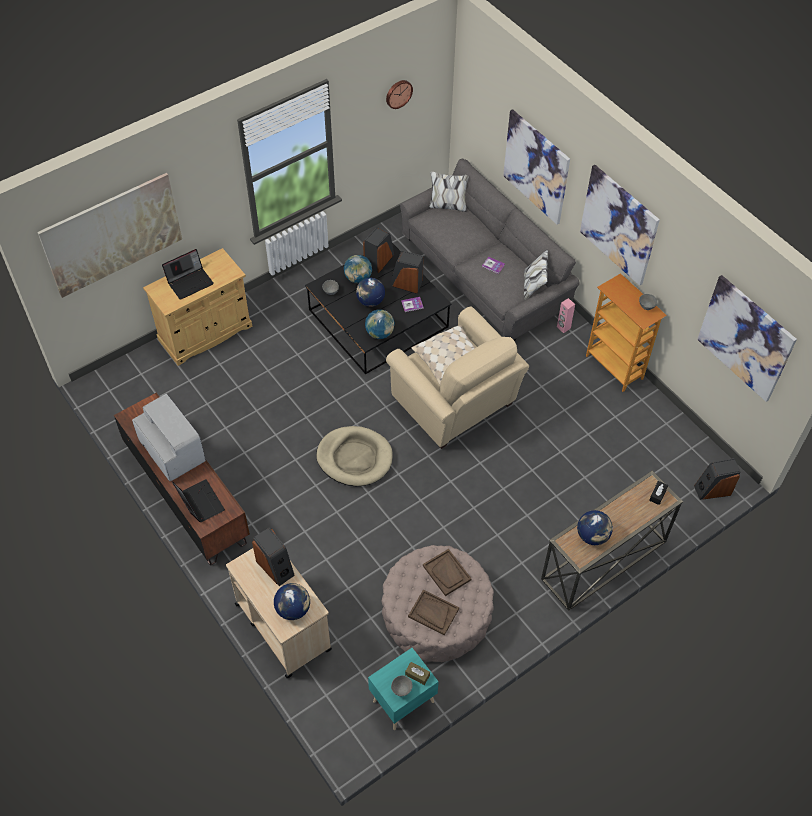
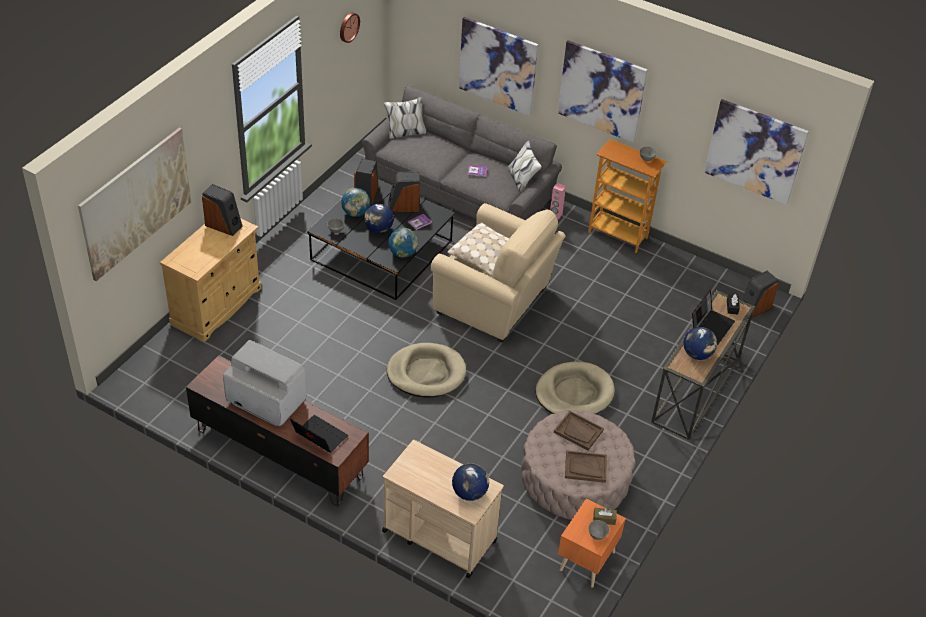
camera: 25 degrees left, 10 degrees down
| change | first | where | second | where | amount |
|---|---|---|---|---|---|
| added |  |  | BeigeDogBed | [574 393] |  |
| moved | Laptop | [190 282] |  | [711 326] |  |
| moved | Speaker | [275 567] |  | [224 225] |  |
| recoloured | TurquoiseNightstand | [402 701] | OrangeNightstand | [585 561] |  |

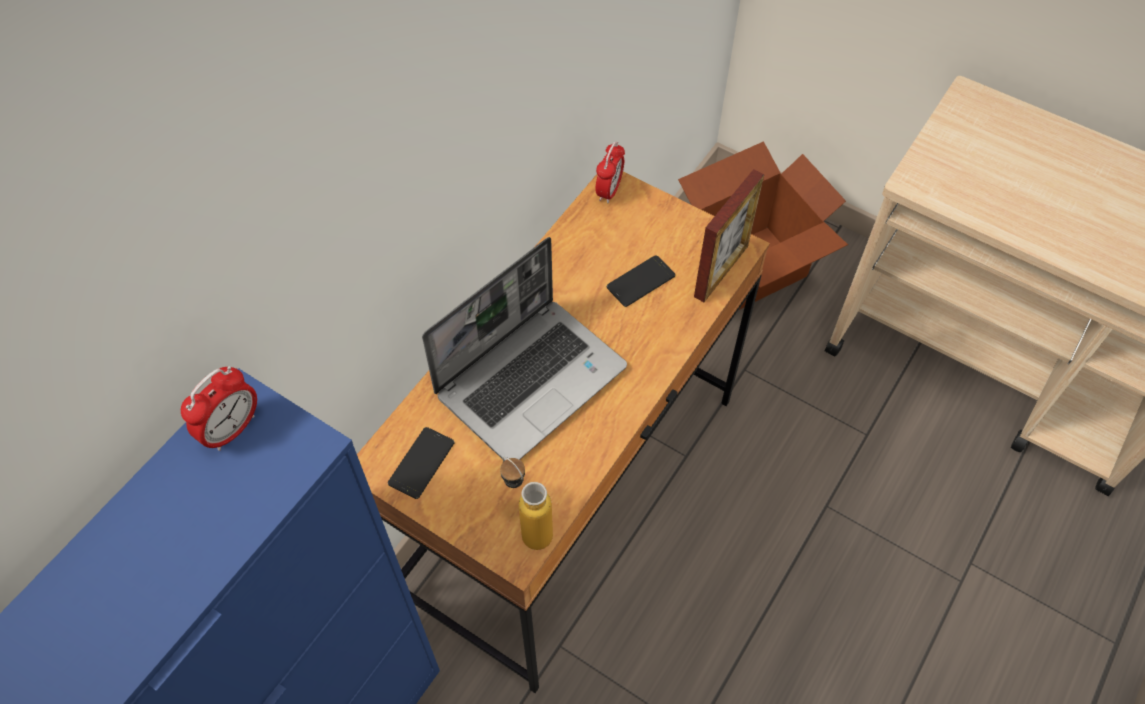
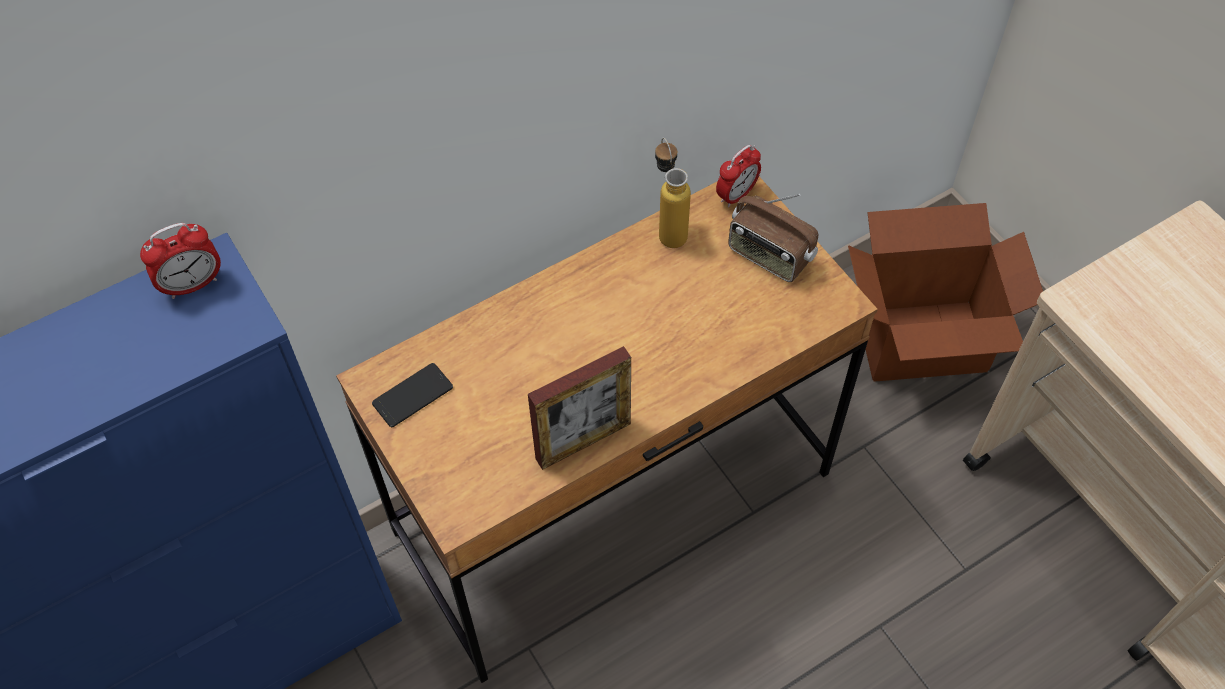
camera: 25 degrees right, 0 degrees up
| change | first | where | second | where | amount |
|---|---|---|---|---|---|
| removed | Laptop | [531 379] |  |  |  |
| removed | Phone | [641 281] |  |  |  |
| added |  |  | Radio | [769 256] |  |
| moved | Bottle | [528 527] |  | [668 229] |  |
| moved | PictureFrame | [721 271] |  | [583 441] |  |

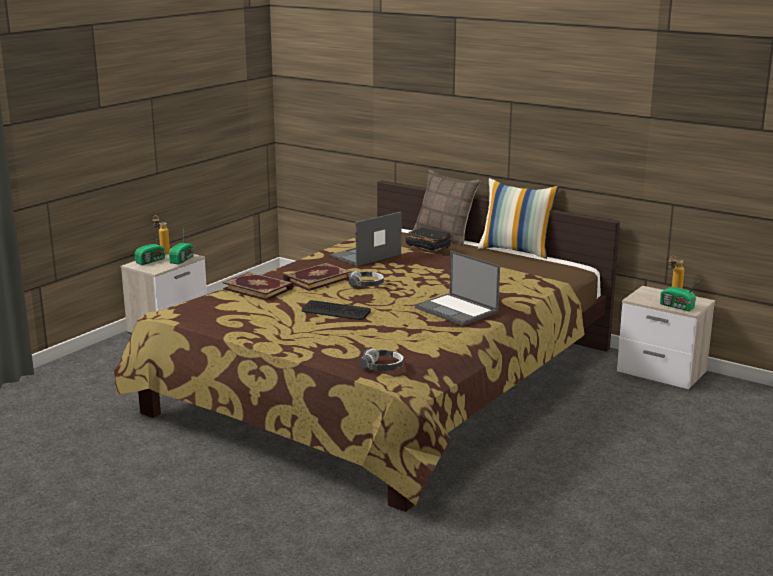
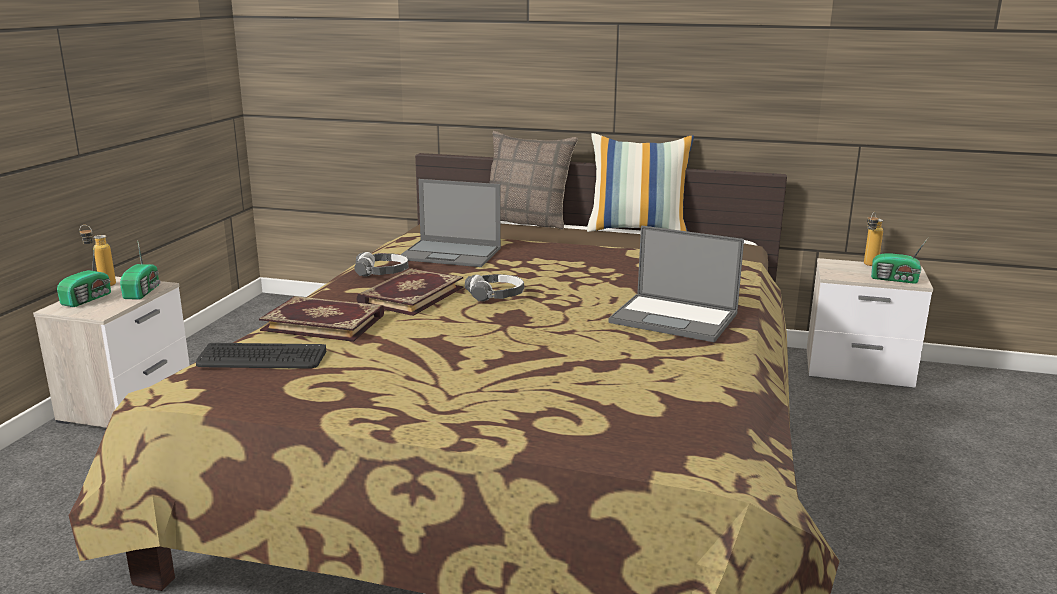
camera: 20 degrees left, 0 degrees up
| change | first | where | second | where | amount |
|---|---|---|---|---|---|
| removed | BlackBook | [428 247] |  |  |  |
| moved | Keyboard | [335 311] |  | [261 358] |  |
| moved | Headphones | [382 367] |  | [382 272] |  |
| turned | Laptop | [365 255] |  | [451 254] | 105 degrees counterclockwise |

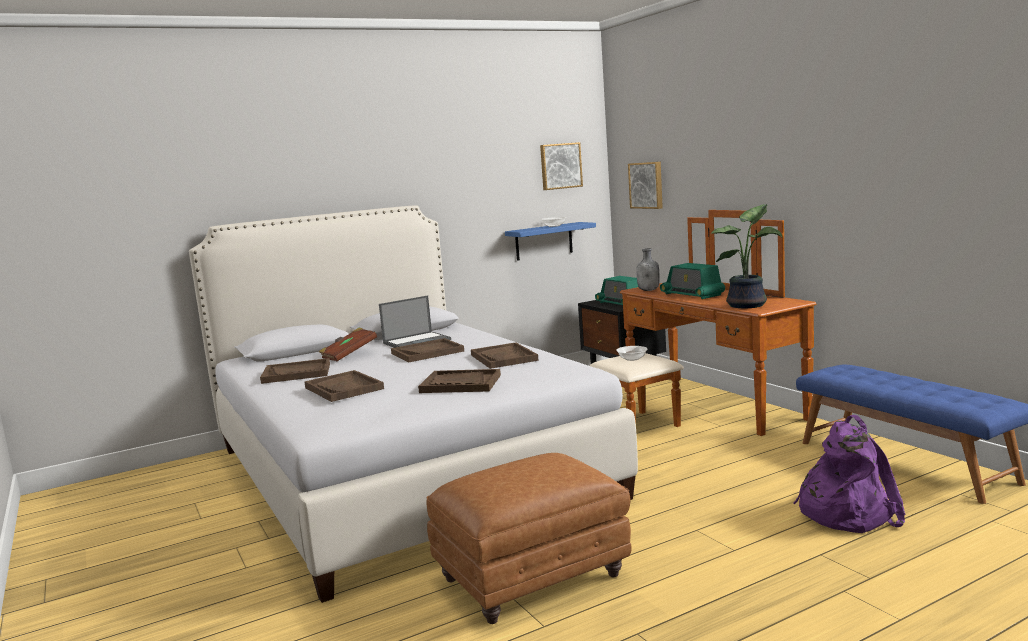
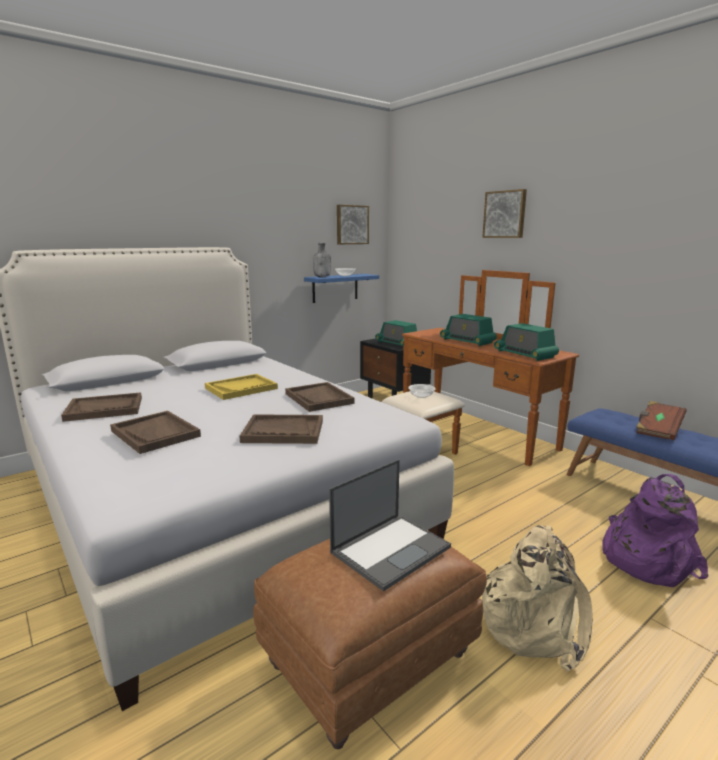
camera: 10 degrees left, 5 degrees up
| change | first | where | second | where | amount |
|---|---|---|---|---|---|
| added |  |  | BeigeBackpack | [535 623] |  |
| moved | BrownBook | [349 355] |  | [658 430] |  |
| moved | Laptop | [417 341] |  | [391 549] |  |
| moved | Picture | [647 185] |  | [505 214] |  |
| moved | GreyBottle | [649 290] |  | [322 277] |  |
| replaced | PottedPlant | [749 305] | Radio | [525 354] |  |
| recoloured | BrownTray | [427 352] | YellowTray | [241 388] |  |

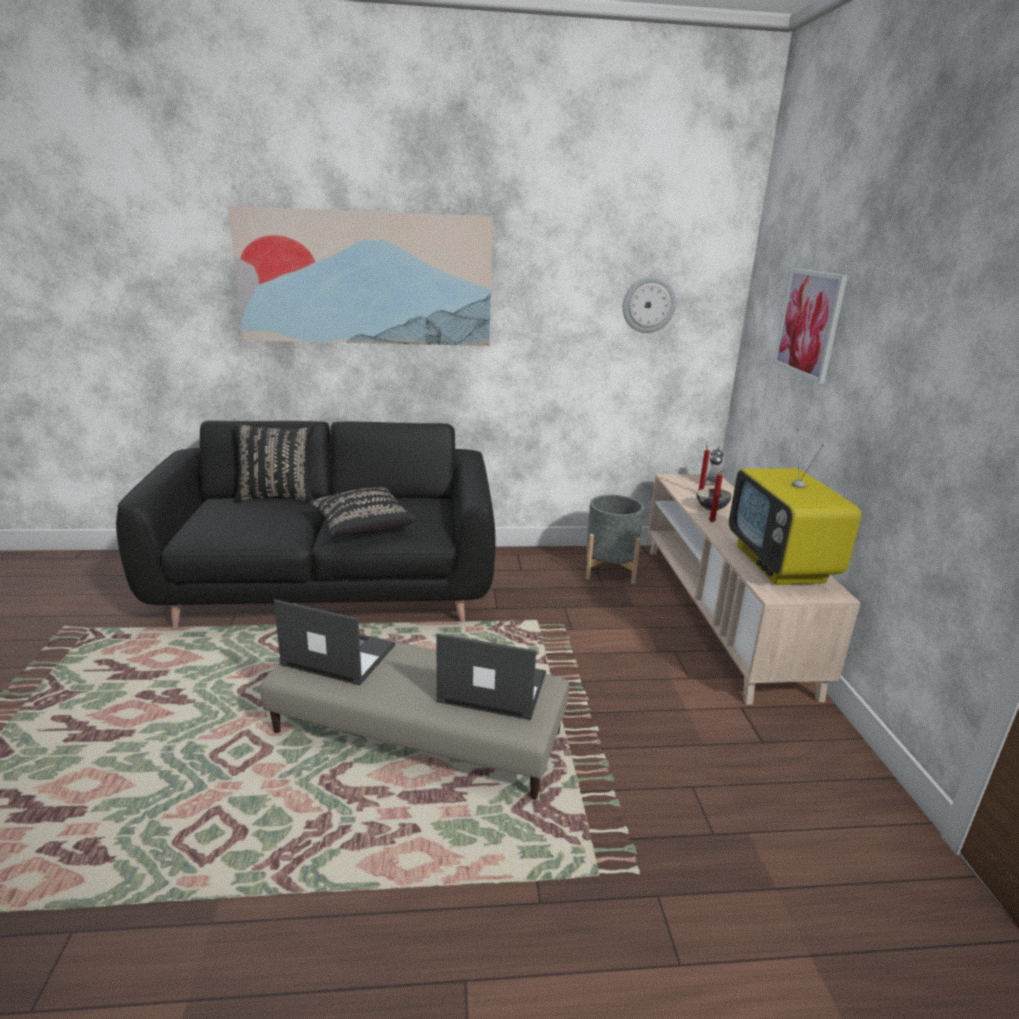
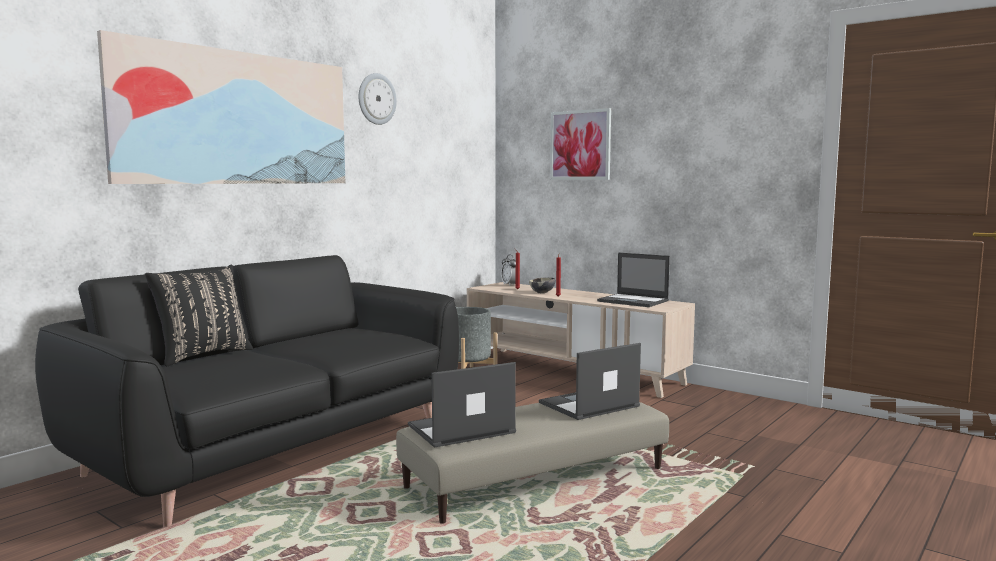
camera: 45 degrees left, 15 degrees down
| change | first | where | second | where | amount |
|---|---|---|---|---|---|
| removed | BlackPillow | [362 527] |  |  |  |
| moved | WallClock | [648 304] |  | [376 99] |  |
| replaced | Television | [781 565] | Laptop | [633 301] |  |

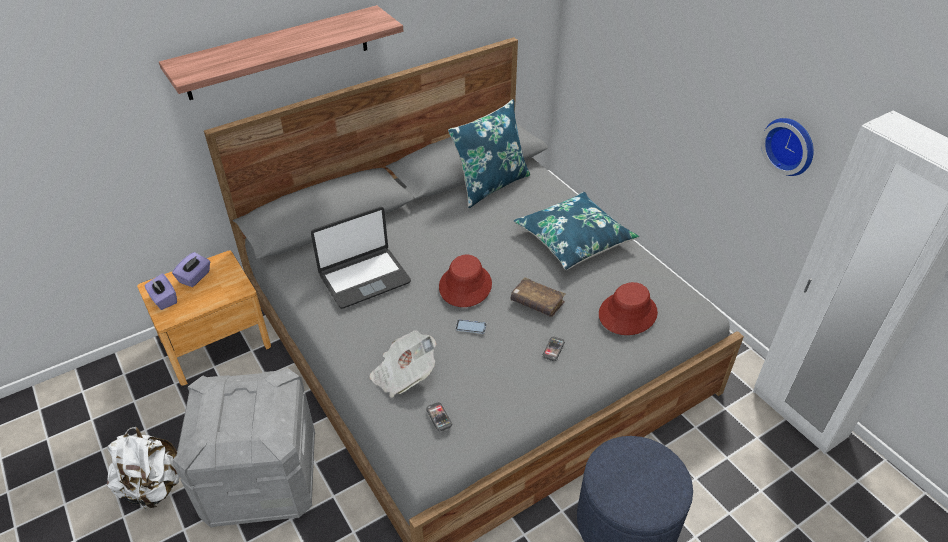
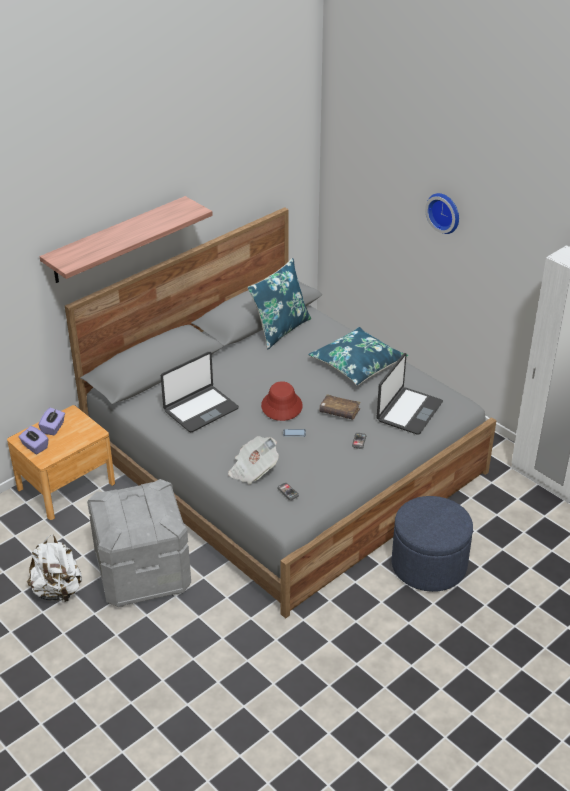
camera: 10 degrees left, 5 degrees down
| change | first | where | second | where | amount |
|---|---|---|---|---|---|
| moved | WallClock | [790 145] |  | [445 212] |  |
| replaced | RedHat | [627 313] | Laptop | [408 411] |  |

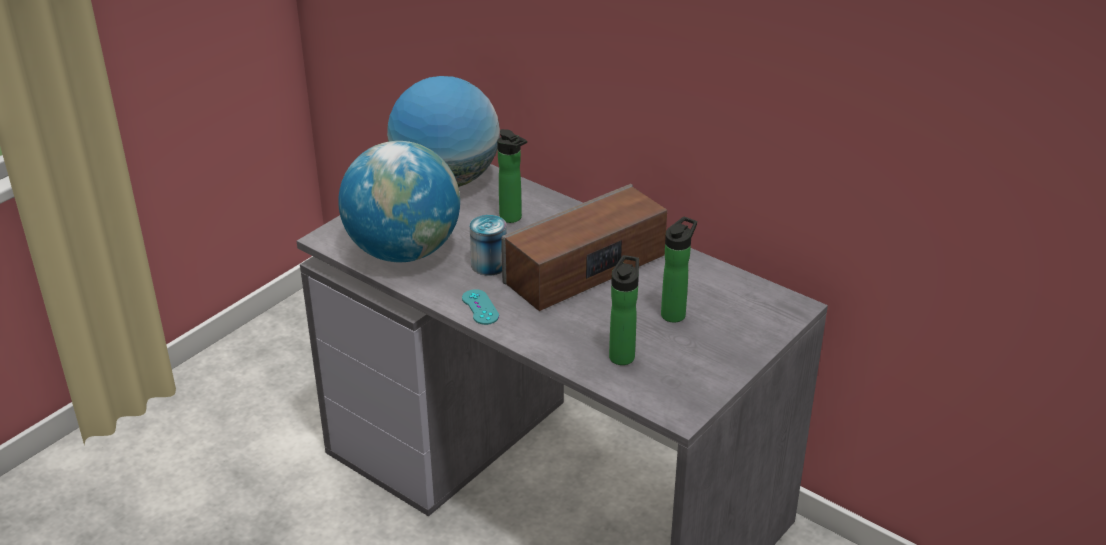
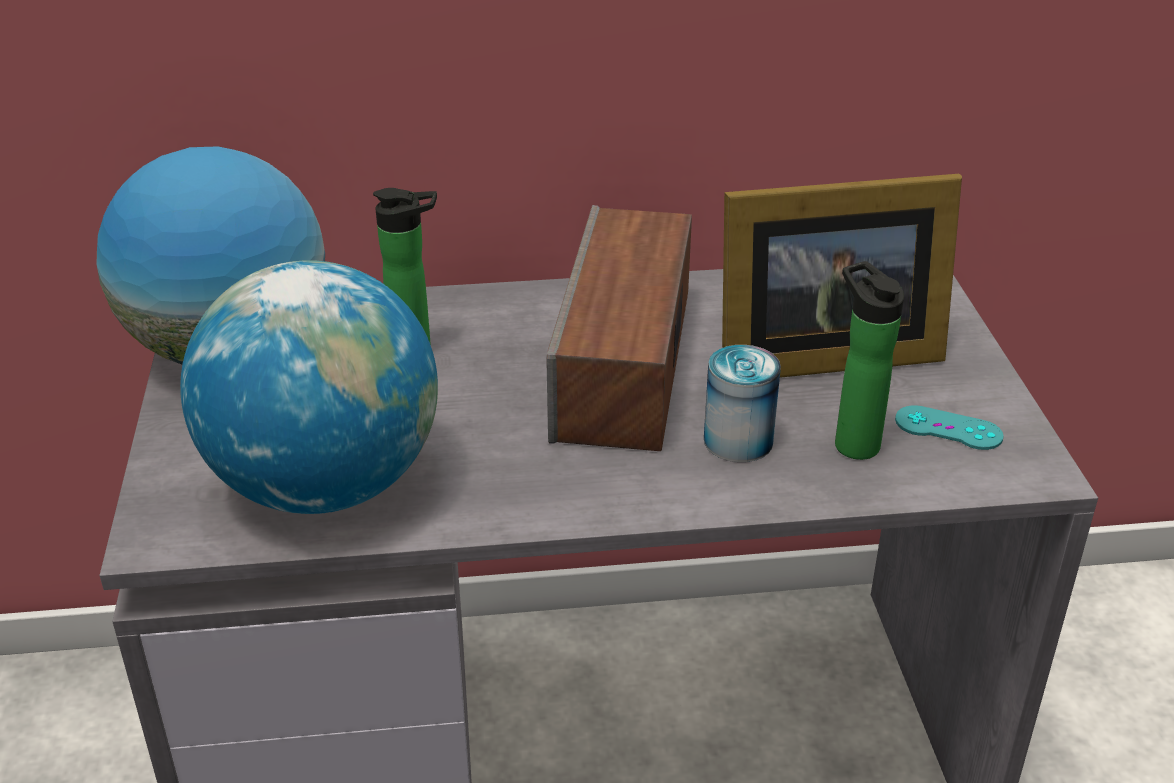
camera: 45 degrees left, 0 degrees up
| change | first | where | second | where | amount |
|---|---|---|---|---|---|
| moved | TurquoiseGameController | [480 307] |  | [948 428] |  |
| moved | Can | [489 265] |  | [738 440] |  |
| replaced | Bottle | [675 313] | PictureFrame | [817 355] |  |

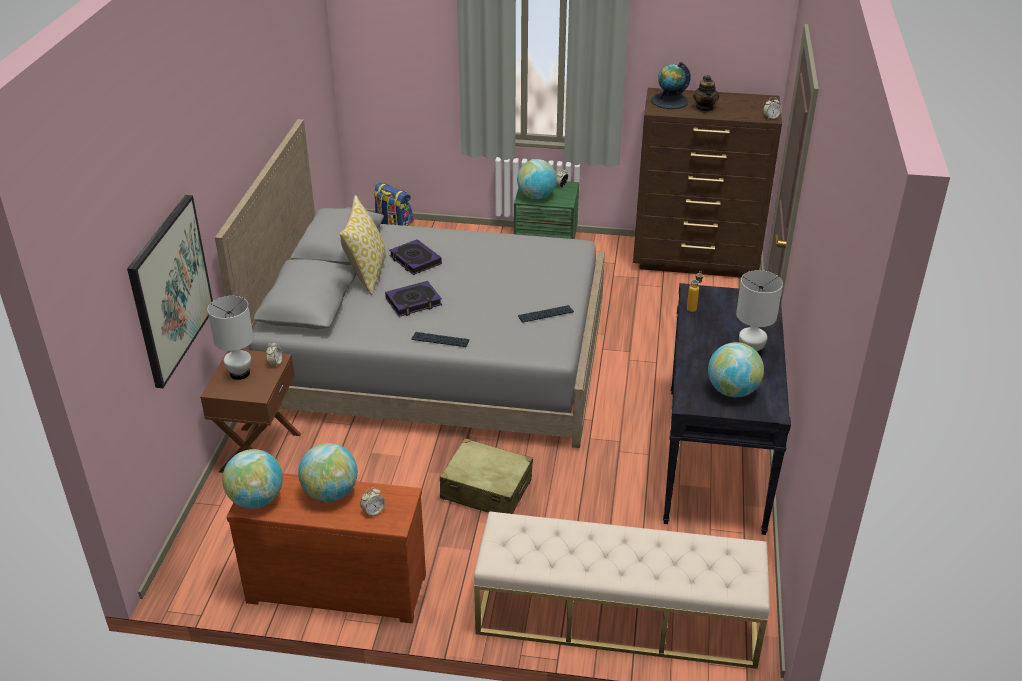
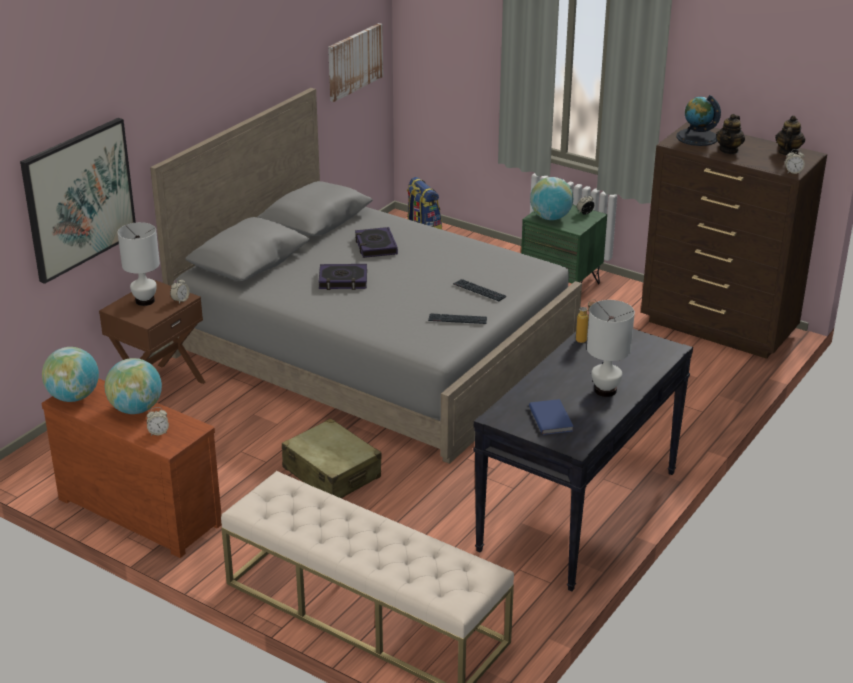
camera: 25 degrees right, 5 degrees down
| change | first | where | second | where | amount |
|---|---|---|---|---|---|
| removed | Pillow | [366 274] |  |  |  |
| added |  |  | Picture | [354 61] |  |
| added |  |  | Teapot | [787 152] |  |
| moved | Keyboard | [440 340] |  | [479 291] |  |
| replaced | Globe | [732 391] | BlueBook | [551 418] |  |

